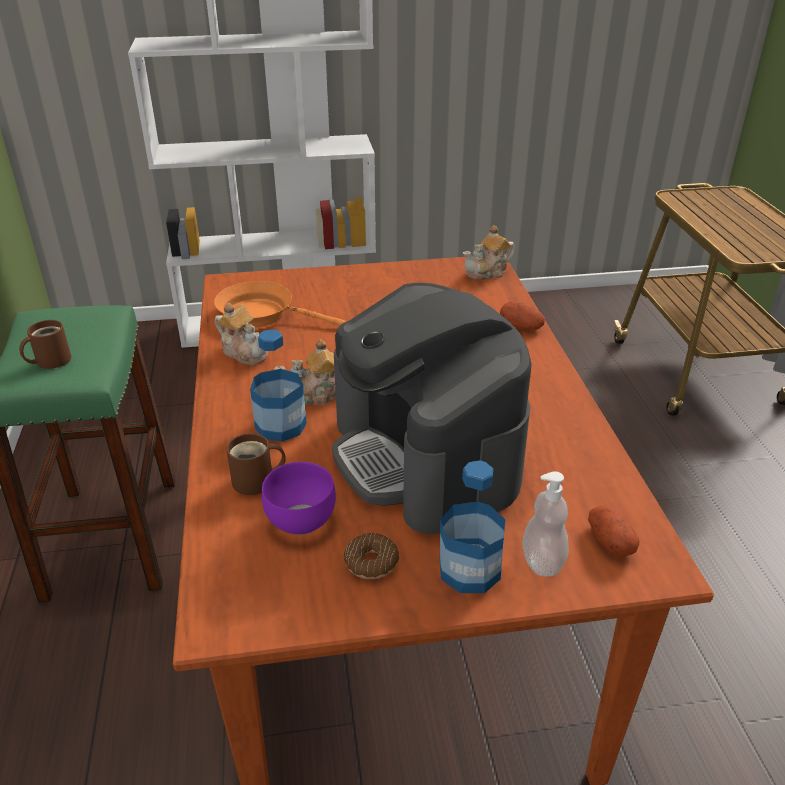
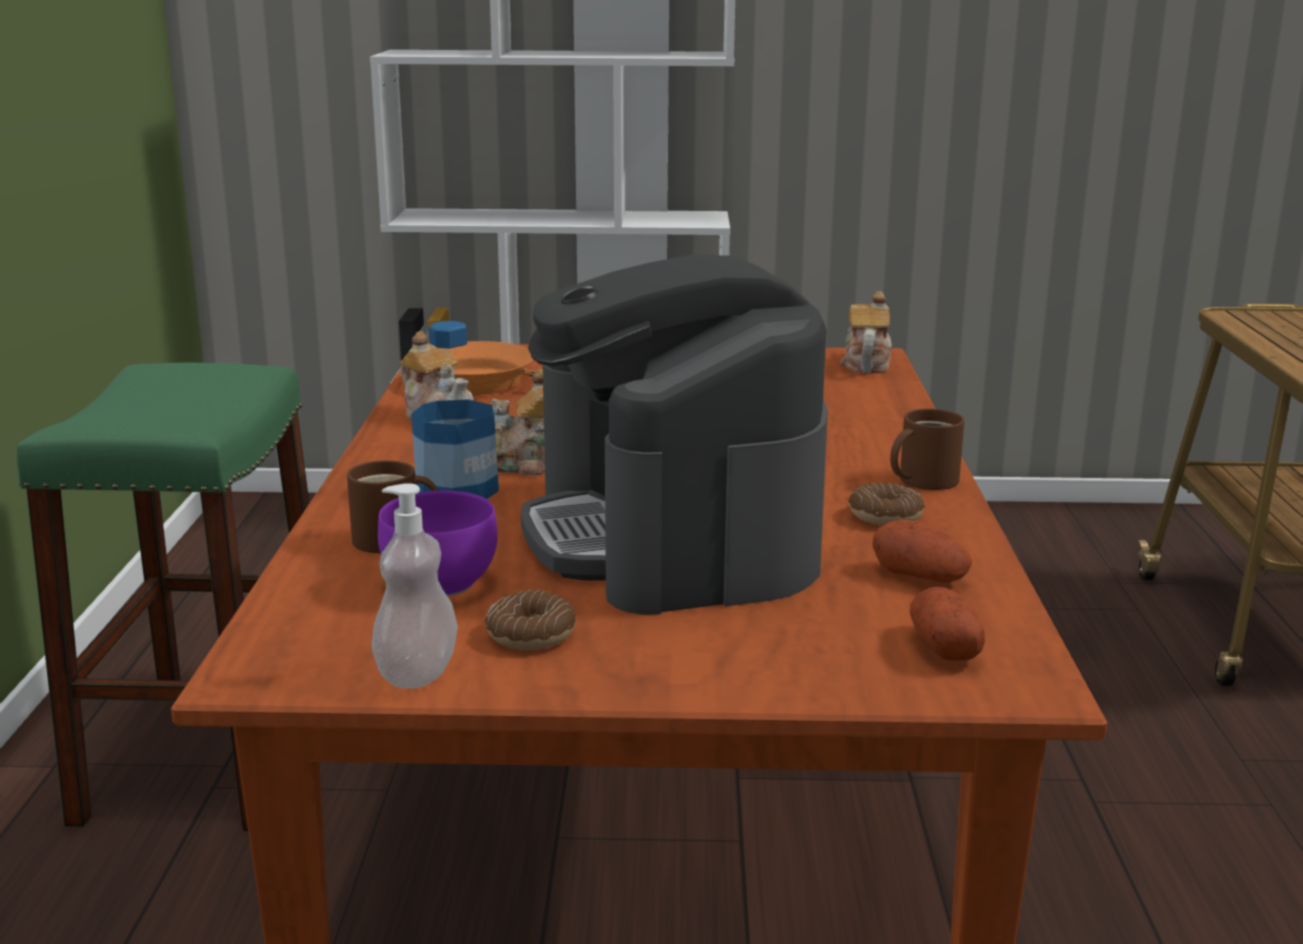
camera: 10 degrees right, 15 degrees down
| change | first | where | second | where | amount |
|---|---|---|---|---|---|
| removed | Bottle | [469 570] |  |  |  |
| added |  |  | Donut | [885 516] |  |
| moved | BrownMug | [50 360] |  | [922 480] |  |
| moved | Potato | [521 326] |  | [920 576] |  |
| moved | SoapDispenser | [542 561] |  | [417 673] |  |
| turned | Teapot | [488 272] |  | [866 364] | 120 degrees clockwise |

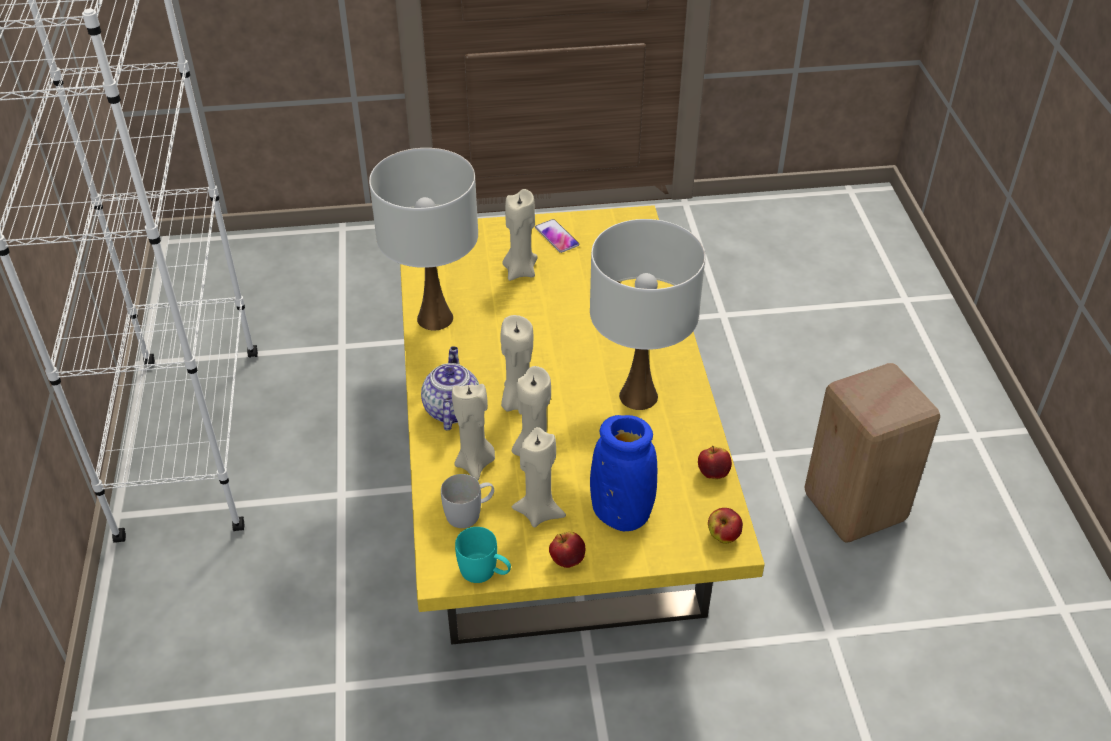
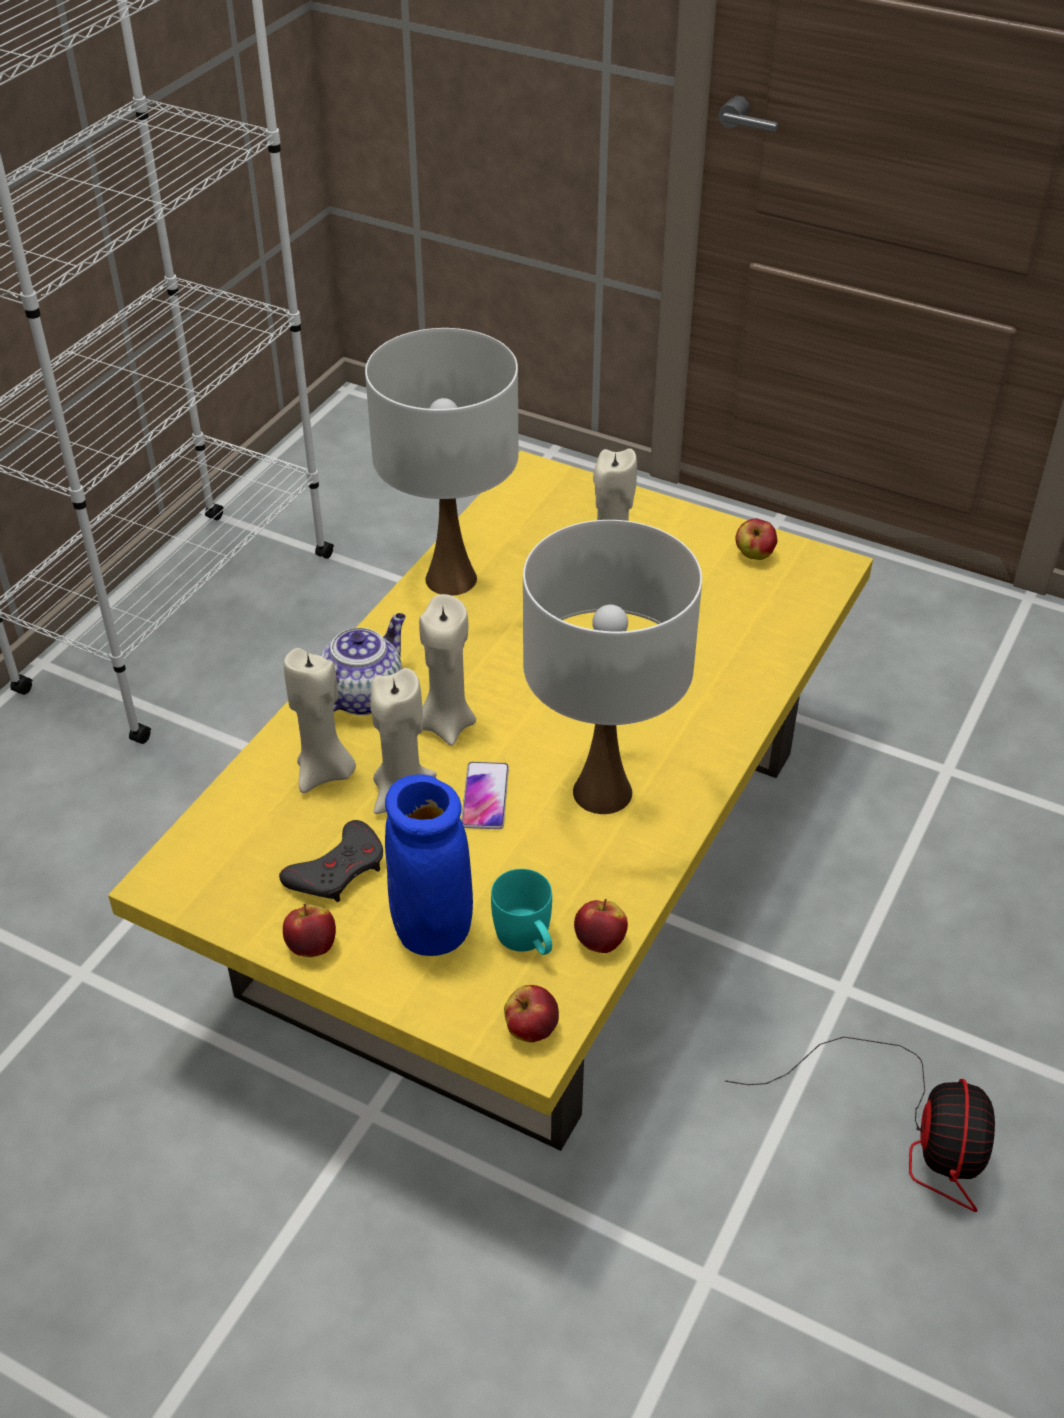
camera: 35 degrees right, 0 degrees up
| change | first | where | second | where | amount |
|---|---|---|---|---|---|
| removed | WhiteMug | [469 513] |  |  |  |
| added |  |  | Apple | [754 555] |  |
| moved | TurquoiseMug | [485 572] |  | [527 940] |  |
| moved | Phone | [556 237] |  | [485 796] |  |
| replaced | BeigeCandle | [539 512] | GreyGameController | [338 870] |  |
| replaced | BeigeStool | [857 507] | Fan | [907 1130] |  |

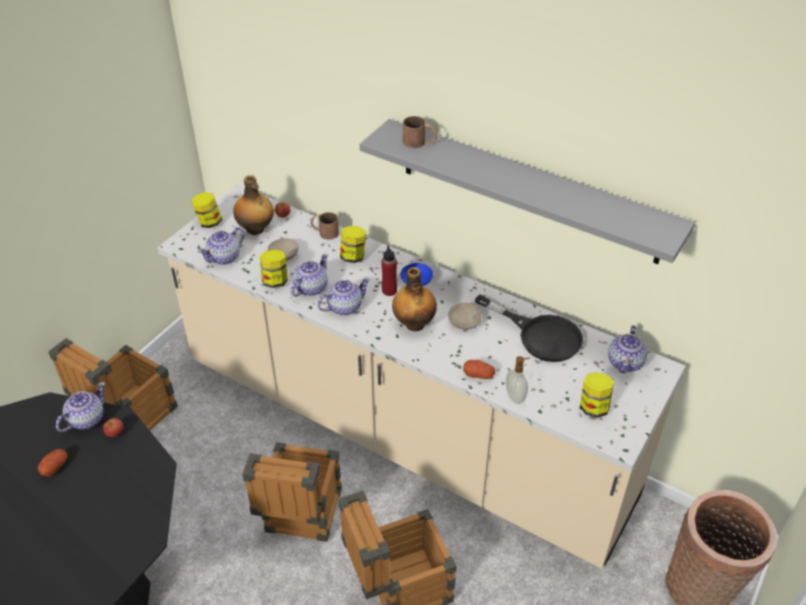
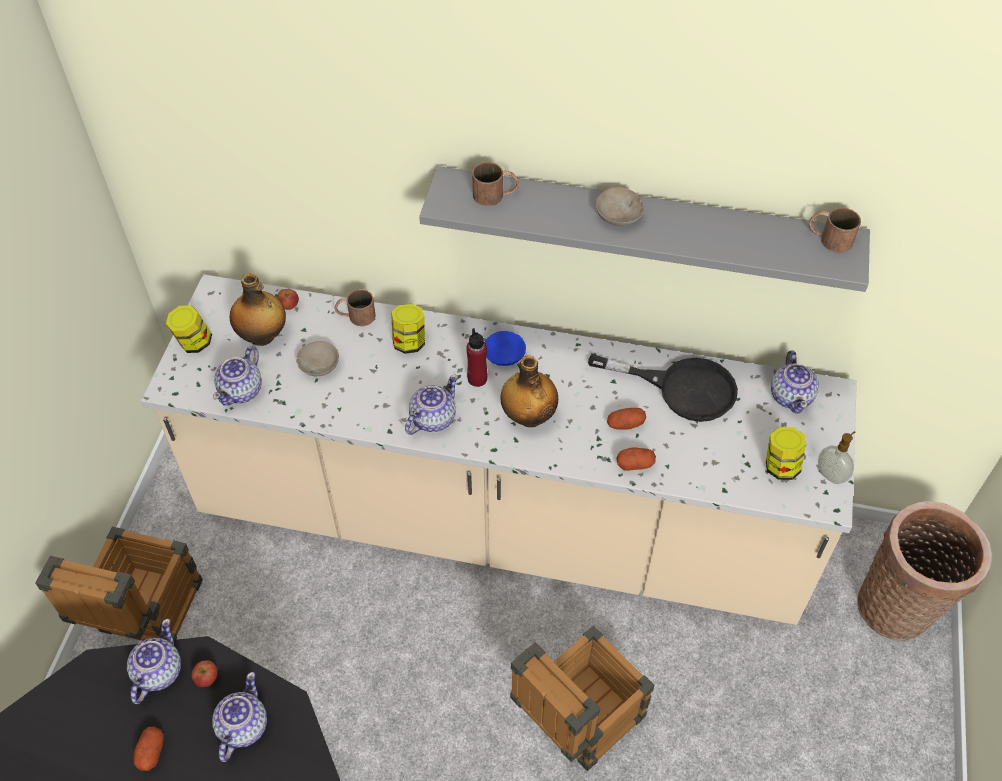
camera: 20 degrees left, 10 degrees up
| change | first | where | second | where | amount |
|---|---|---|---|---|---|
| removed | Crate | [300 519] |  |  |  |
| removed | Jar | [275 281] |  |  |  |
| added |  |  | Potato | [625 424] |  |
| added |  |  | BrownMug | [829 238] |  |
| moved | Teapot | [310 288] |  | [242 727] |  |
| moved | BeigeBowl | [463 322] |  | [617 215] |  |
| moved | SoapDispenser | [516 396] |  | [831 474] |  |

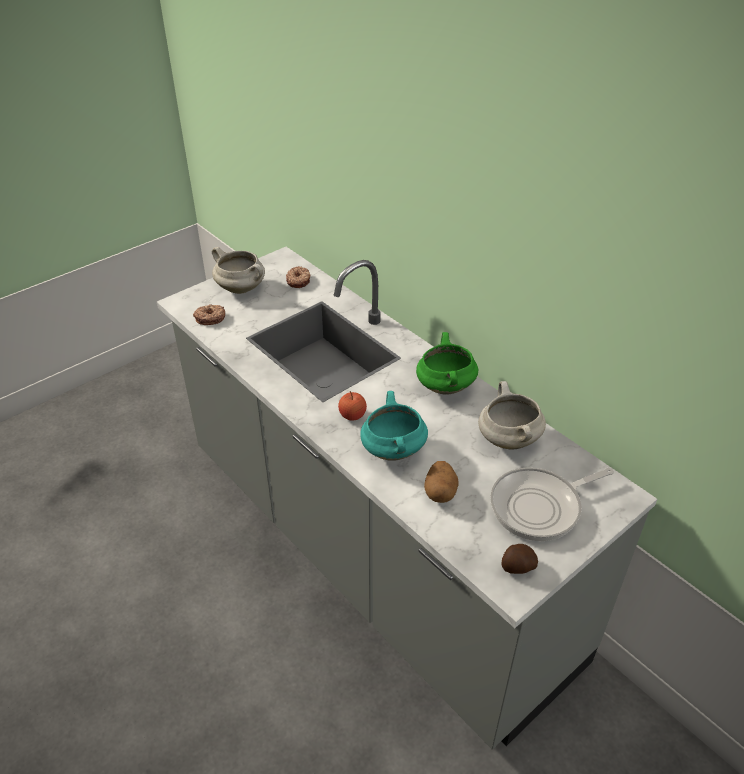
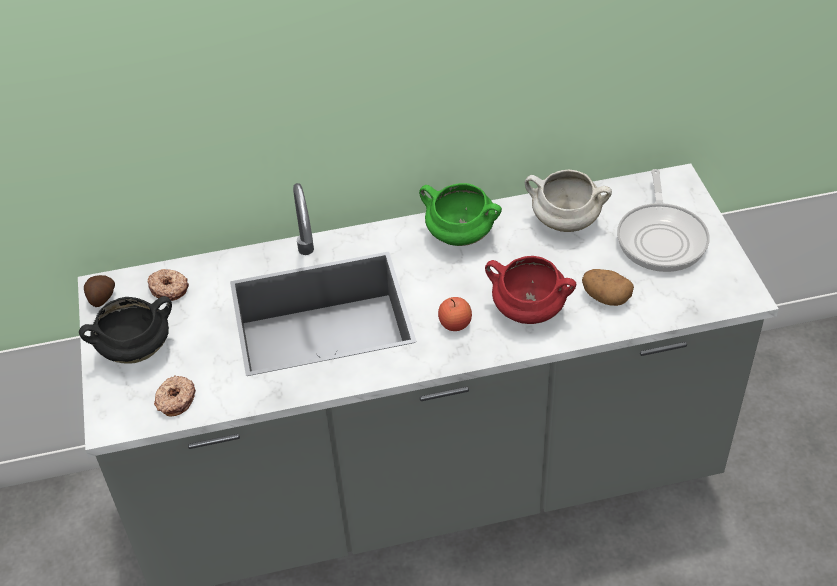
camera: 60 degrees left, 5 degrees up
| change | first | where | second | where | amount |
|---|---|---|---|---|---|
| moved | Potato | [517 567] |  | [101 299] |  |
| recoloured | WhiteCookingPot | [242 288] | BlackCookingPot | [136 349] |  |
| recoloured | TurquoiseCookingPot | [392 449] | RedCookingPot | [527 311] |  |

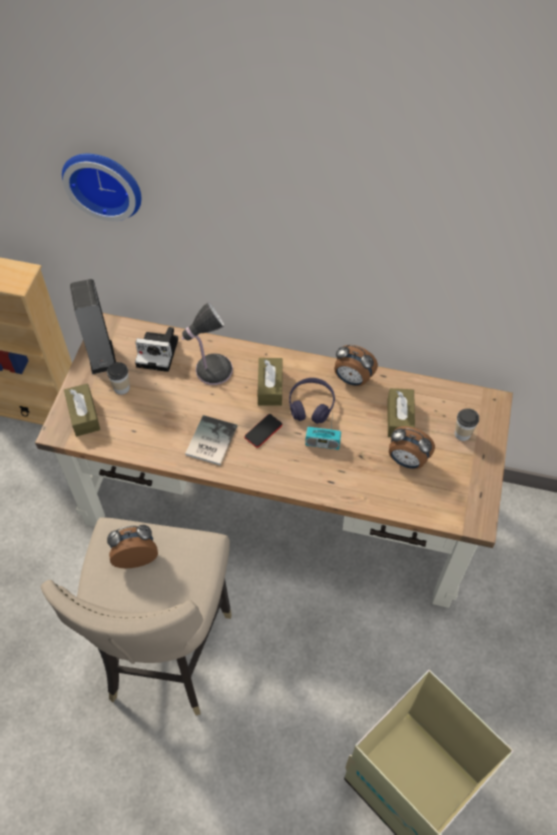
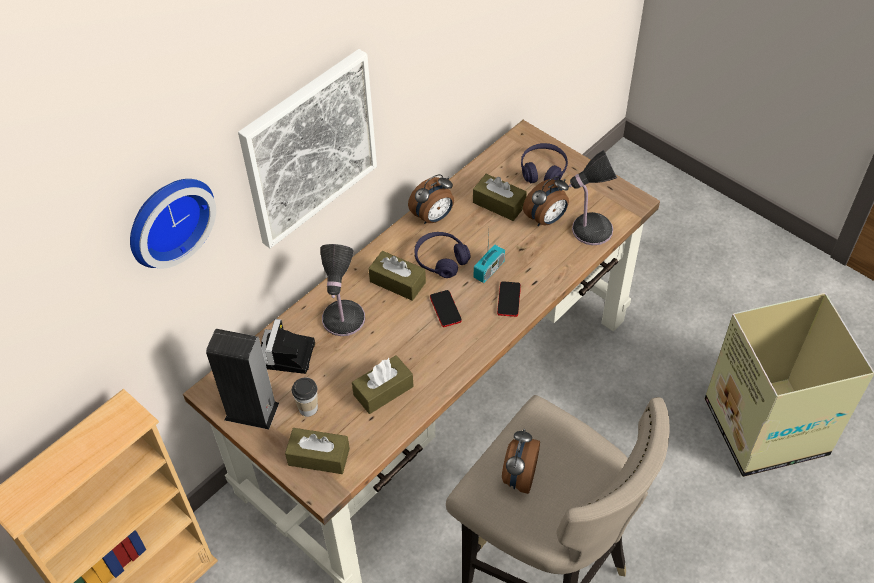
camera: 60 degrees left, 5 degrees down
| change | first | where | second | where | amount |
|---|---|---|---|---|---|
| removed | Book | [209 441] |  |  |  |
| added |  |  | Picture | [309 148] |  |
| added |  |  | BrownTissueBox | [383 391] |  |
| added |  |  | Phone | [509 299] |  |
| added |  |  | TableLamp | [589 230] |  |
| replaced | Cup | [462 434] | PurpleHeadphones | [543 170] |  |
| turned | PhotoCamera | [159 352] |  | [286 356] | 150 degrees clockwise |

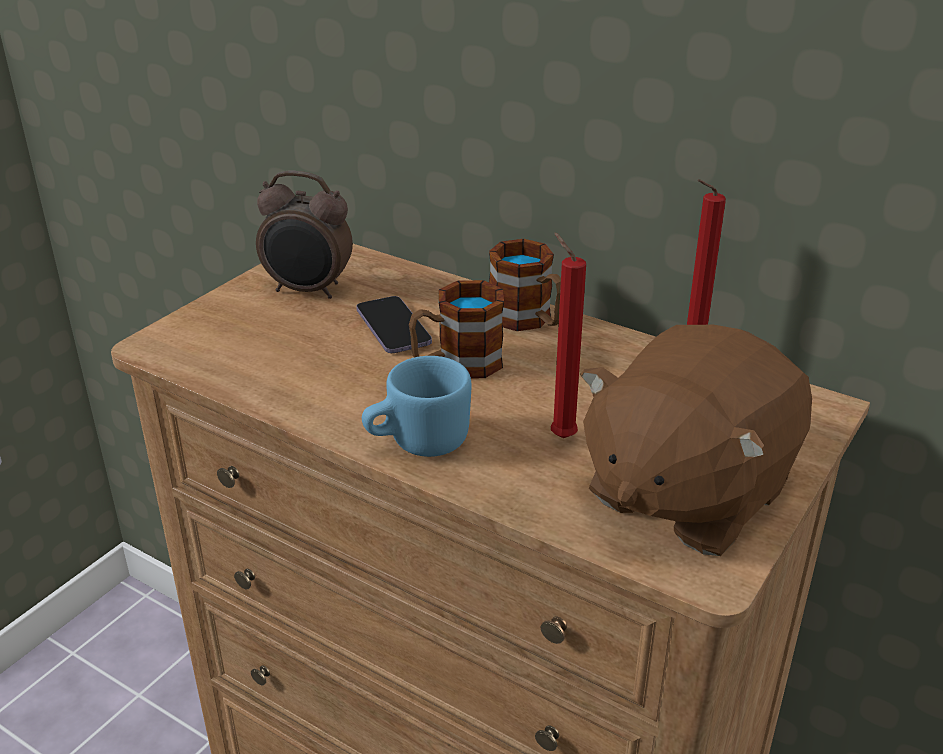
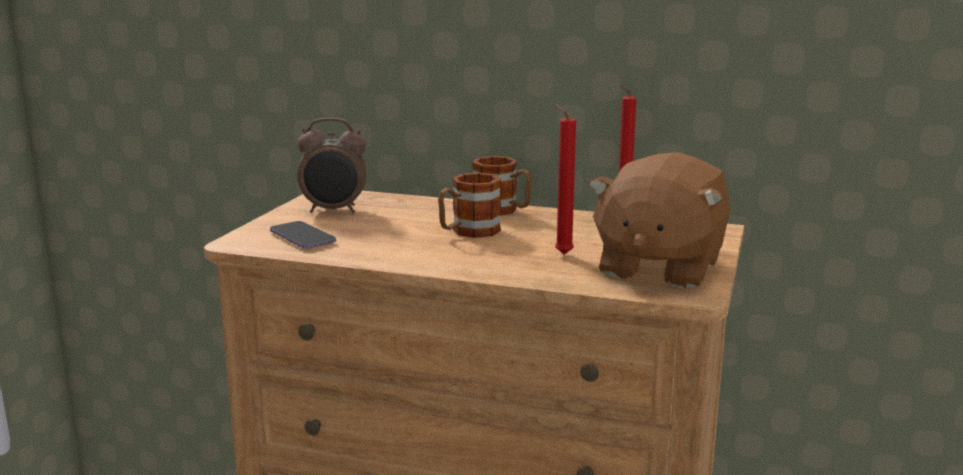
camera: 15 degrees left, 15 degrees down
| change | first | where | second | where | amount |
|---|---|---|---|---|---|
| removed | BlueMug | [417 442] |  |  |  |
| moved | Phone | [393 327] |  | [302 237] |  |

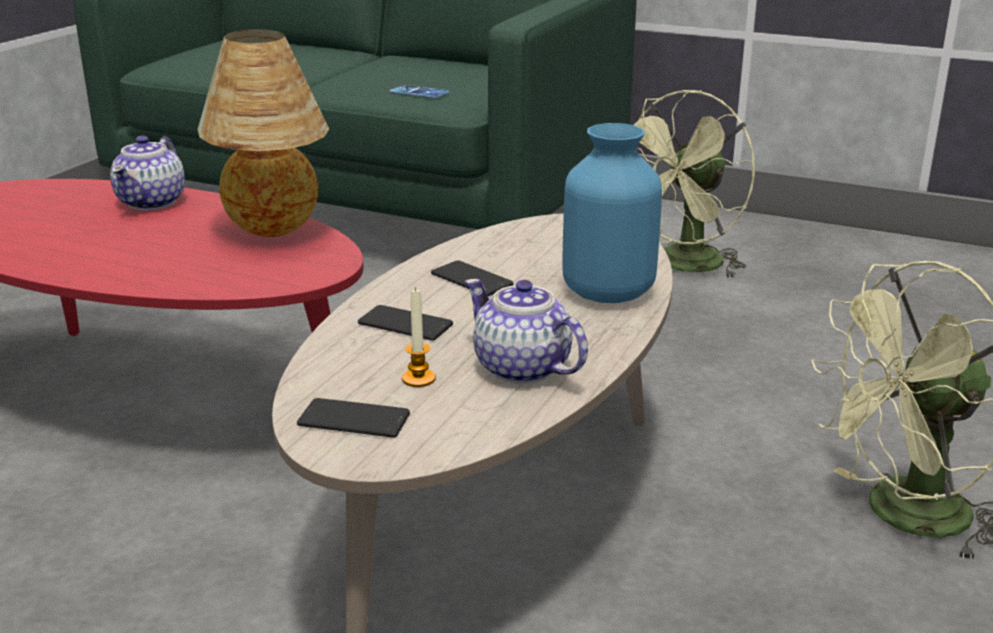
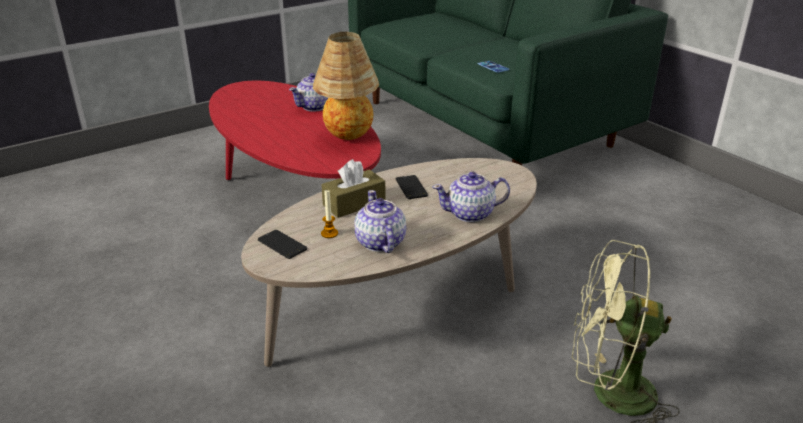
camera: 30 degrees right, 5 degrees up
| change | first | where | second | where | amount |
|---|---|---|---|---|---|
| removed | GreenFan | [683 266] |  |  |  |
| replaced | Phone | [405 324] | BrownTissueBox | [354 203] |  |
| replaced | BlueVase | [609 292] | Teapot | [470 214] |  |

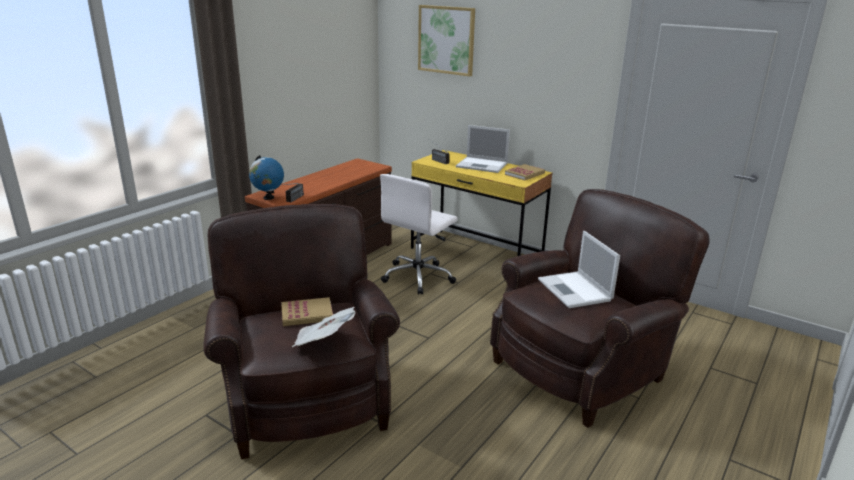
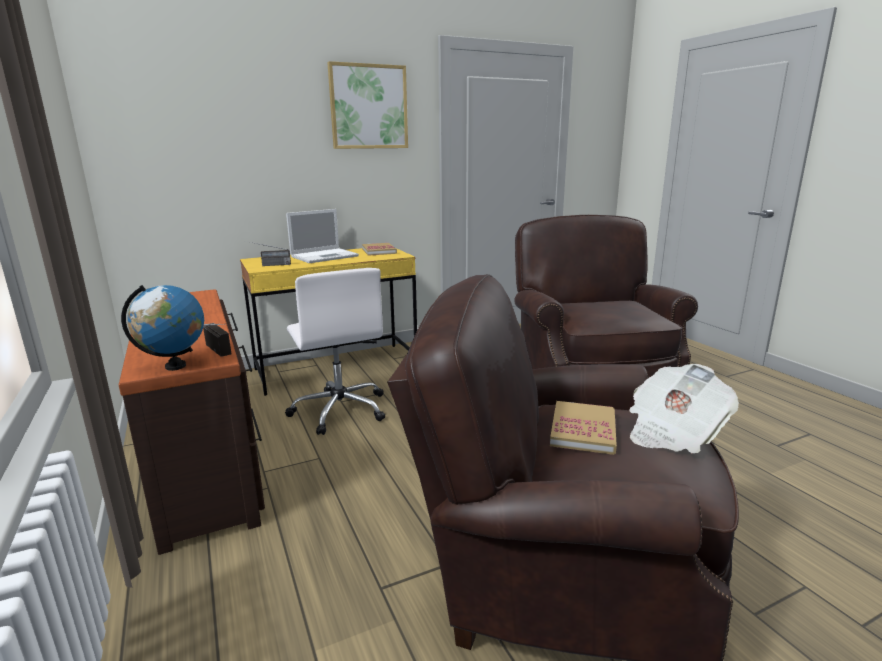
camera: 60 degrees left, 5 degrees down
| change | first | where | second | where | amount |
|---|---|---|---|---|---|
| removed | Laptop | [575 290] |  |  |  |
| moved | Picture | [446 40] |  | [368 107] |  |

